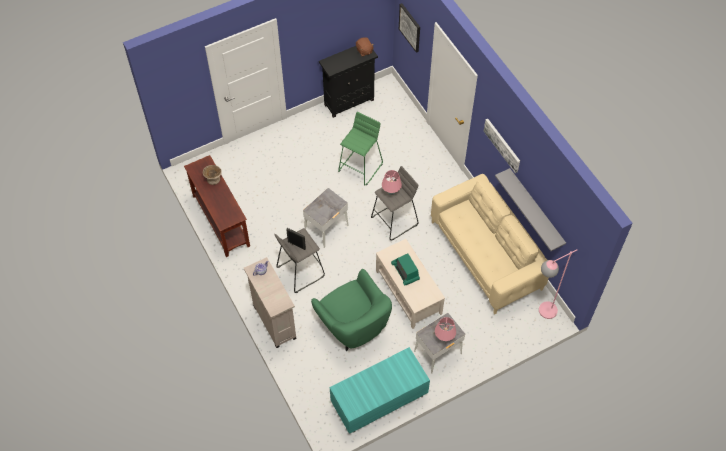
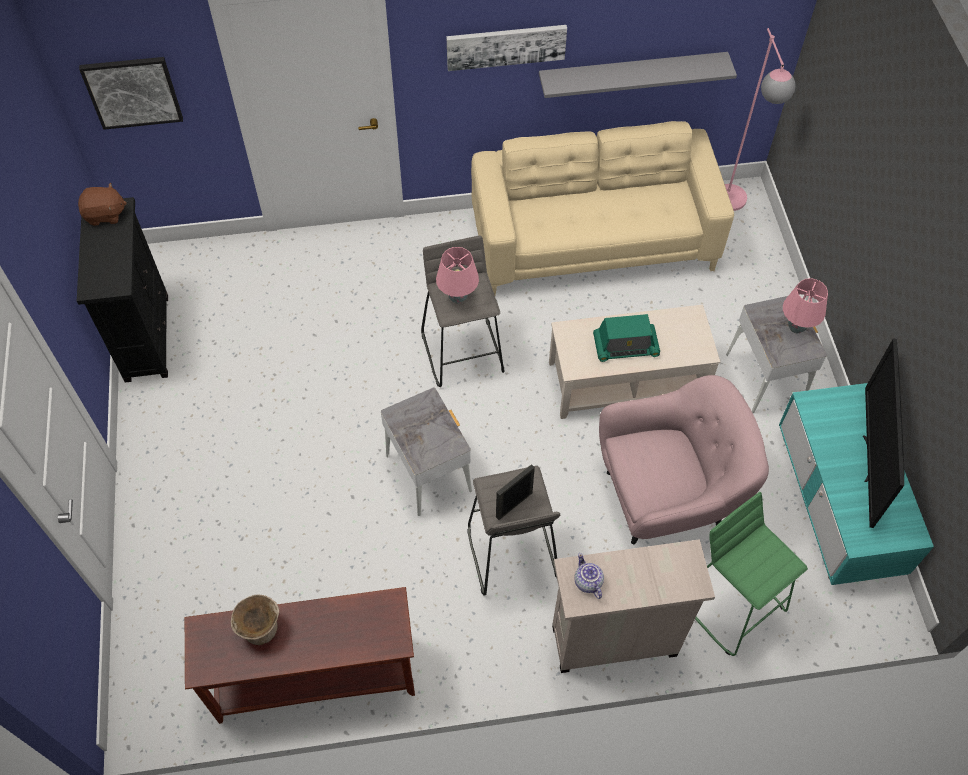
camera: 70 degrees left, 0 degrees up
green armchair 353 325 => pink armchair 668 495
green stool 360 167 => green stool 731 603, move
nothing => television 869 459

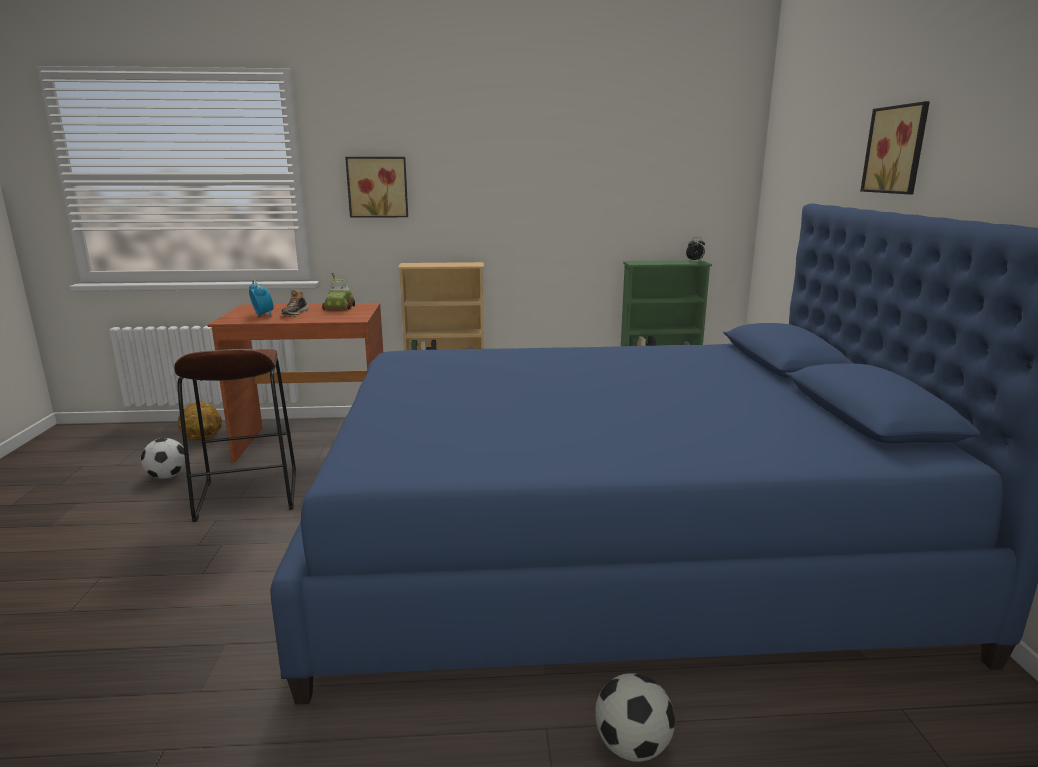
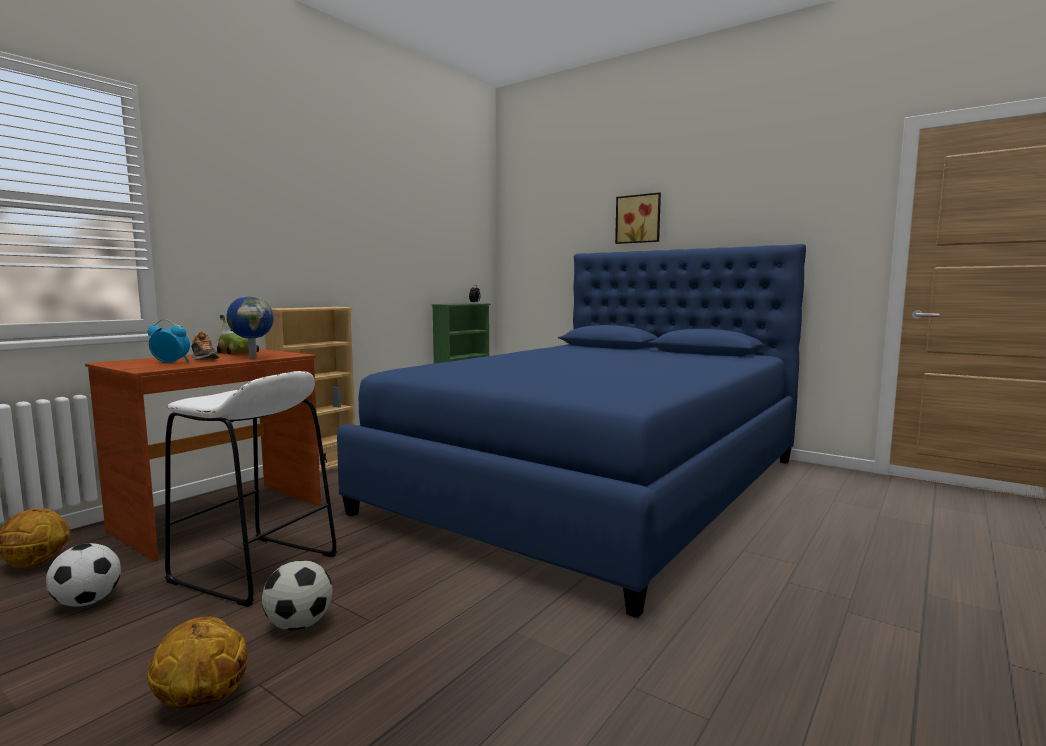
camera: 50 degrees left, 10 degrees down
brown stool 247 495 => white stool 255 569
picture 378 187 => nothing
football 632 746 => football 299 624, move
nothing => basketball 201 700
nothing => globe 253 358

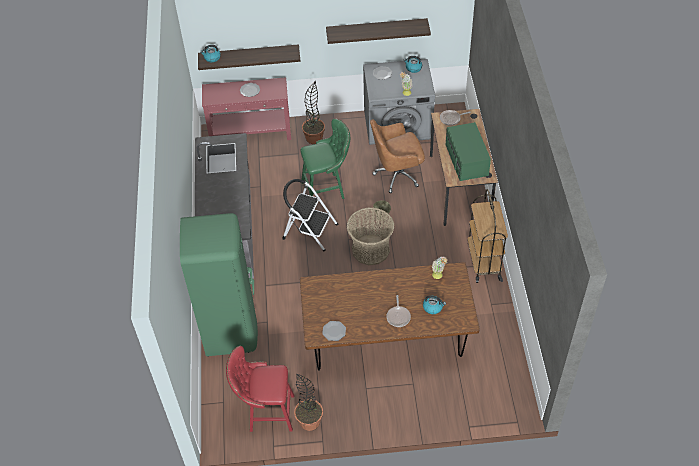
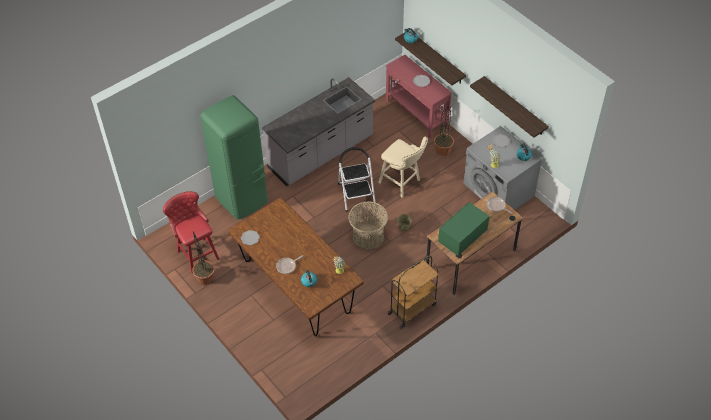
camera: 55 degrees right, 0 degrees up
green stool 328 188 => beige stool 403 184
brown office chair 397 174 => nothing

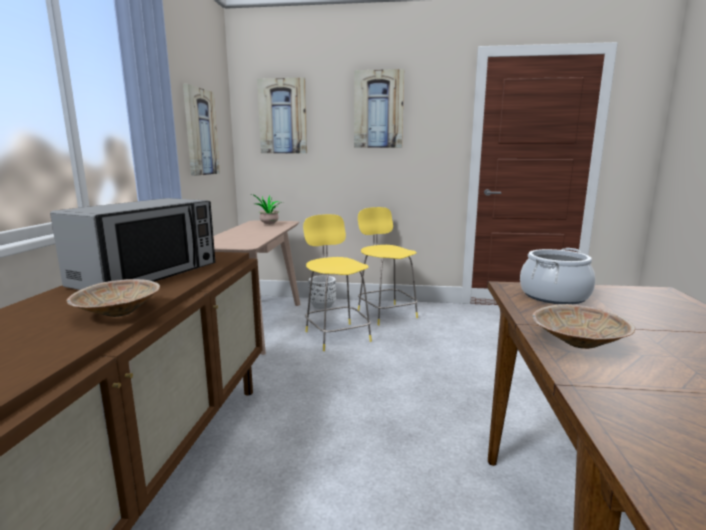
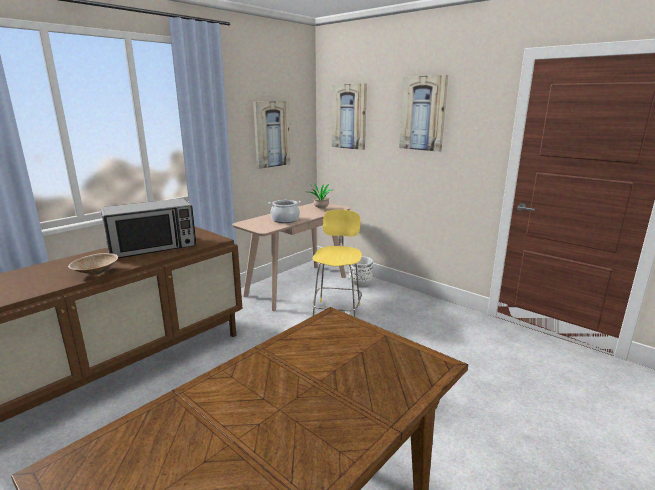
camera: 35 degrees right, 5 degrees up
yellow stool 386 313 => nothing
cooking pot 553 296 => cooking pot 285 220, move
beige bowl 577 344 => nothing

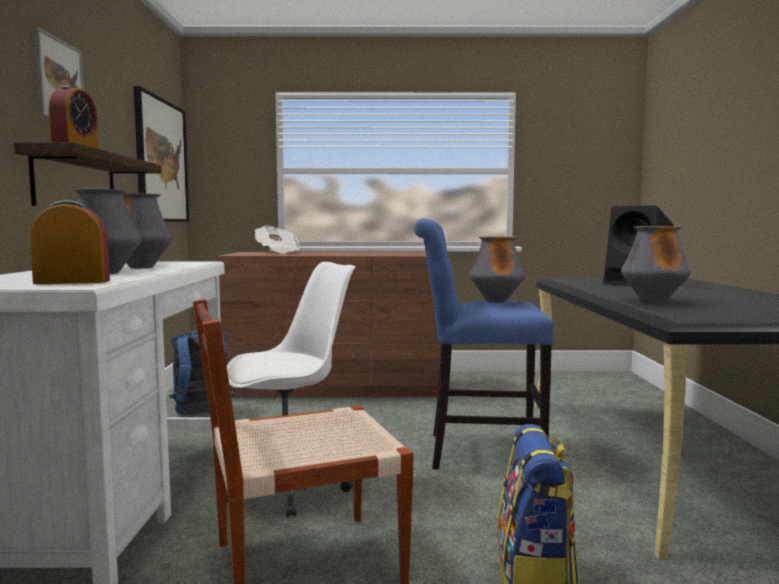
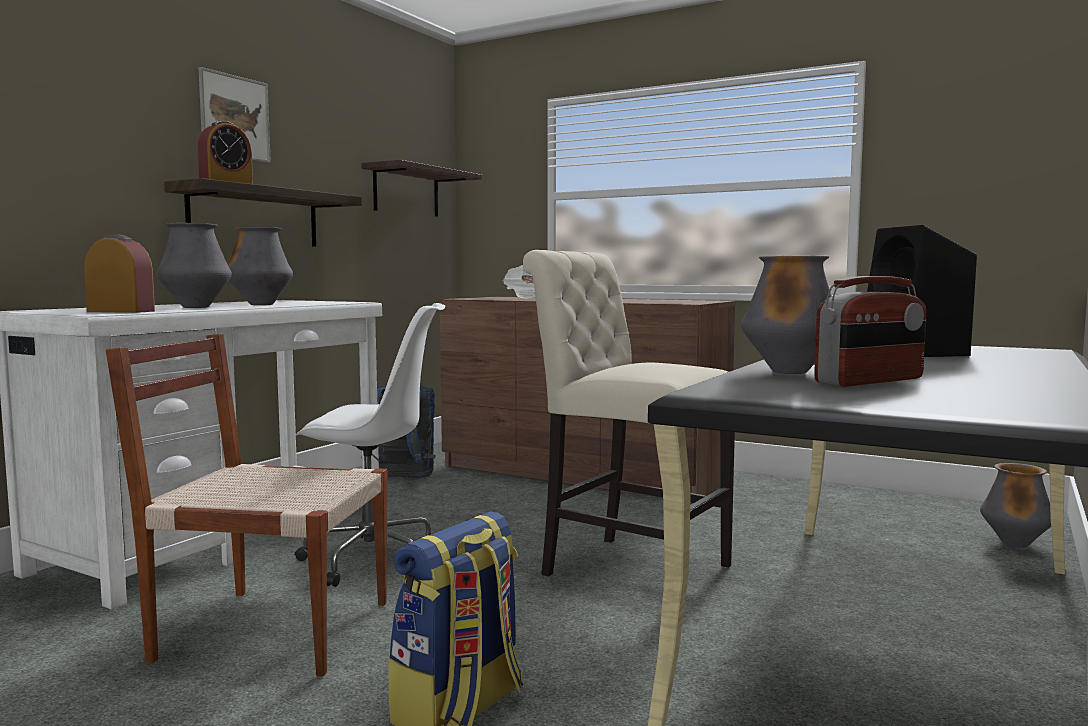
camera: 30 degrees right, 0 degrees up
picture 161 161 => shelf 406 192
blue stool 476 452 => beige stool 627 568
vase 496 301 => vase 1015 544, move
nothing => radio 870 381

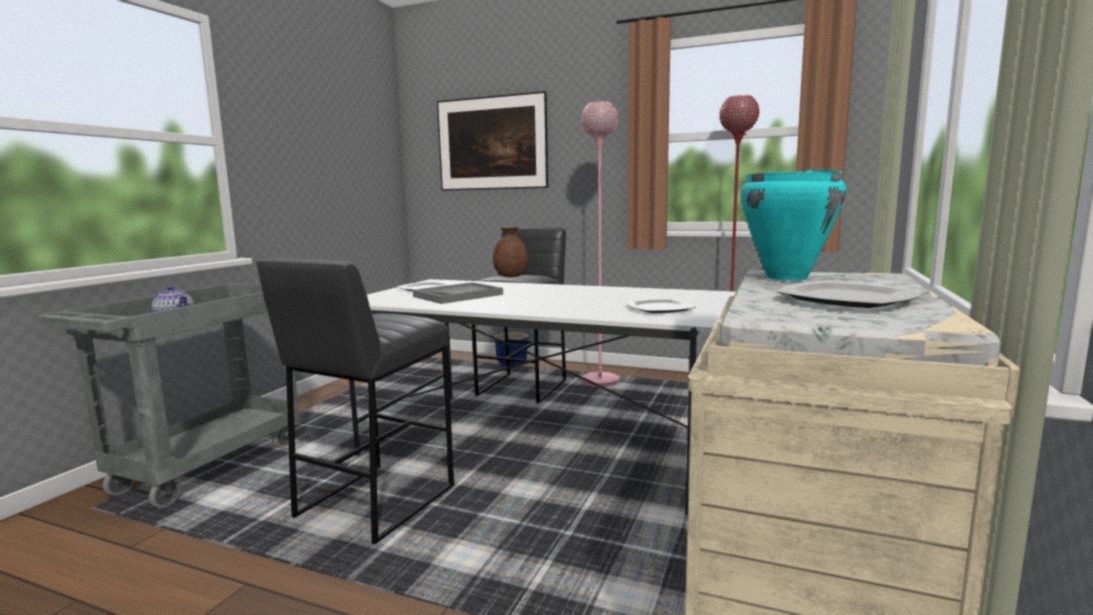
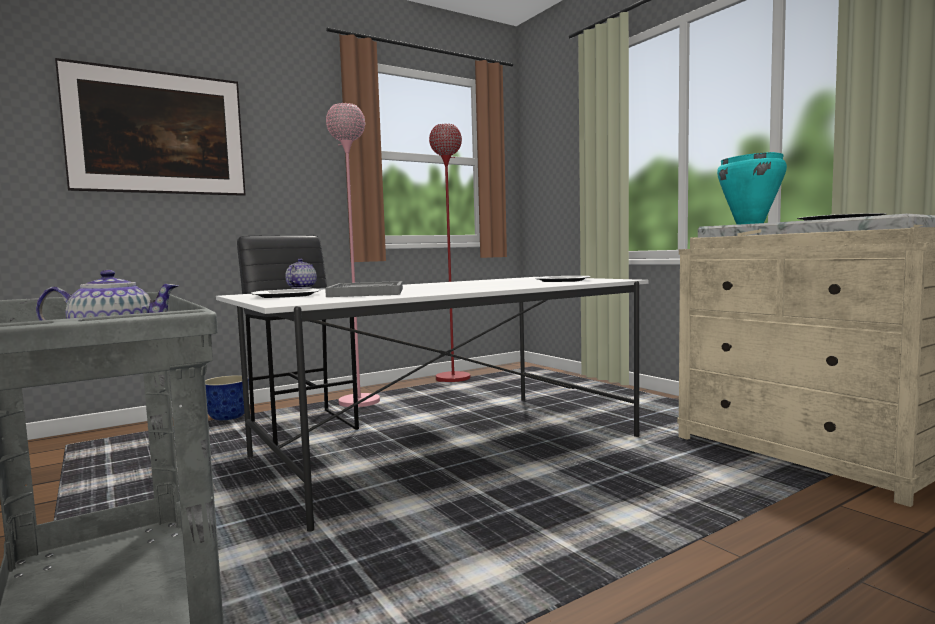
camera: 55 degrees left, 5 degrees down
grey stool 374 503 => nothing
brown vase 510 276 => teapot 301 287

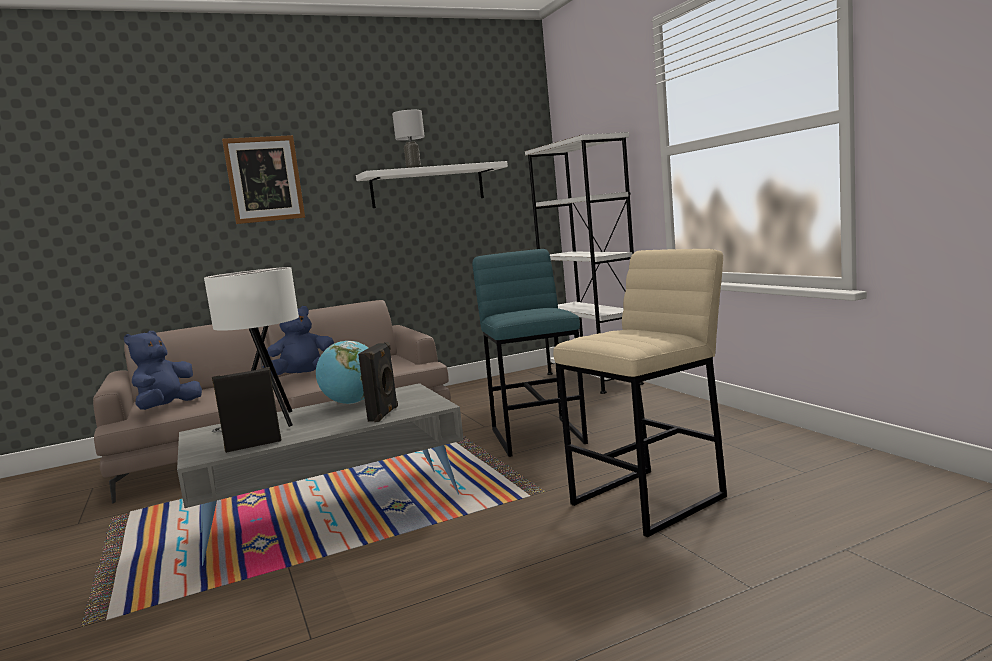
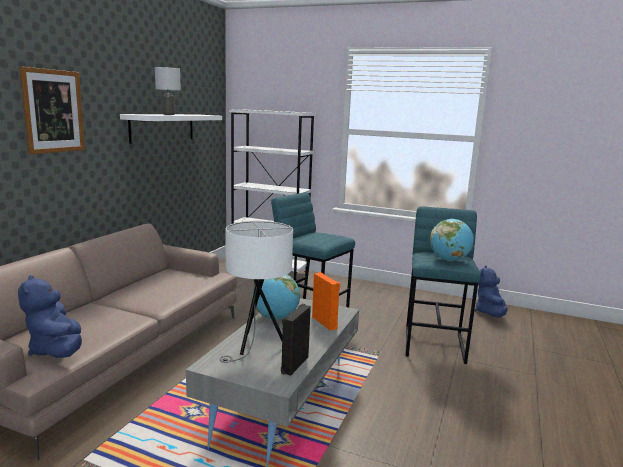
camera: 45 degrees left, 5 degrees up
blue plush toy 303 376 => blue plush toy 490 313, move
black speaker 384 414 => orange speaker 325 322
beige stool 650 499 => turquoise stool 434 343
nothing => globe 449 260

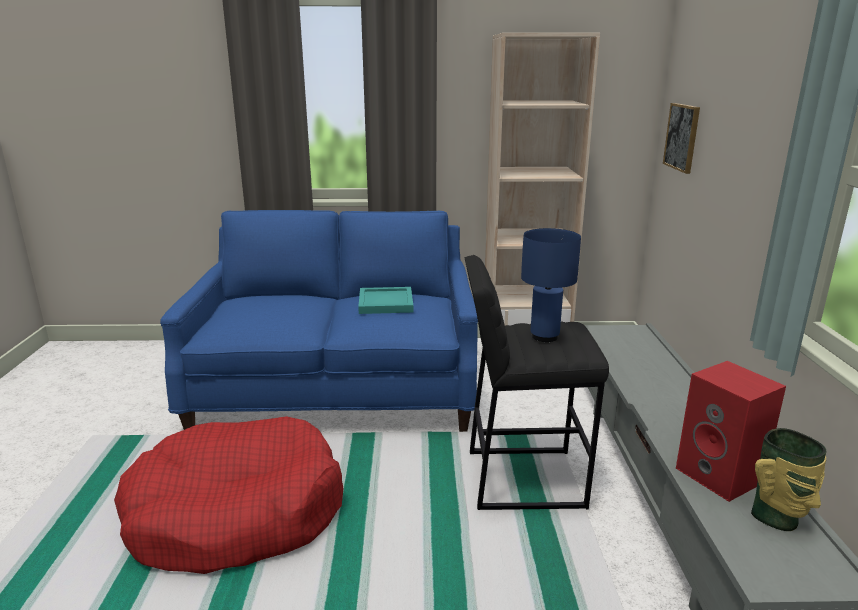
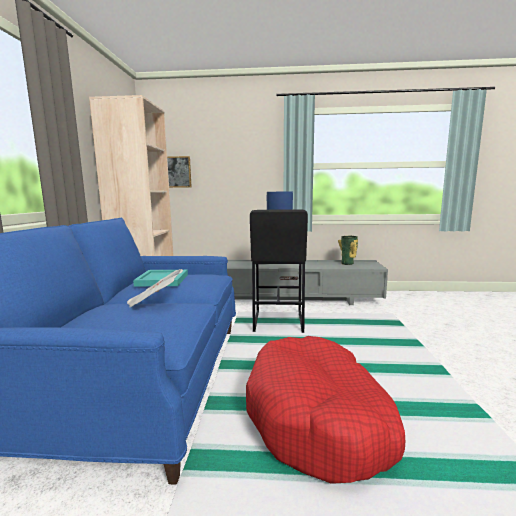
camera: 85 degrees left, 10 degrees down
red speaker 721 476 => nothing
nothing => newspaper 154 302

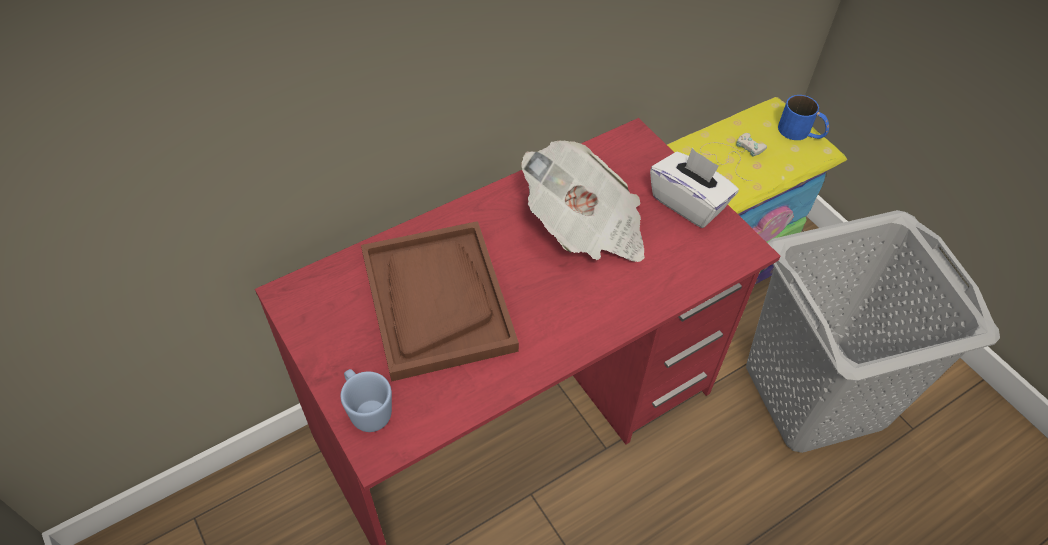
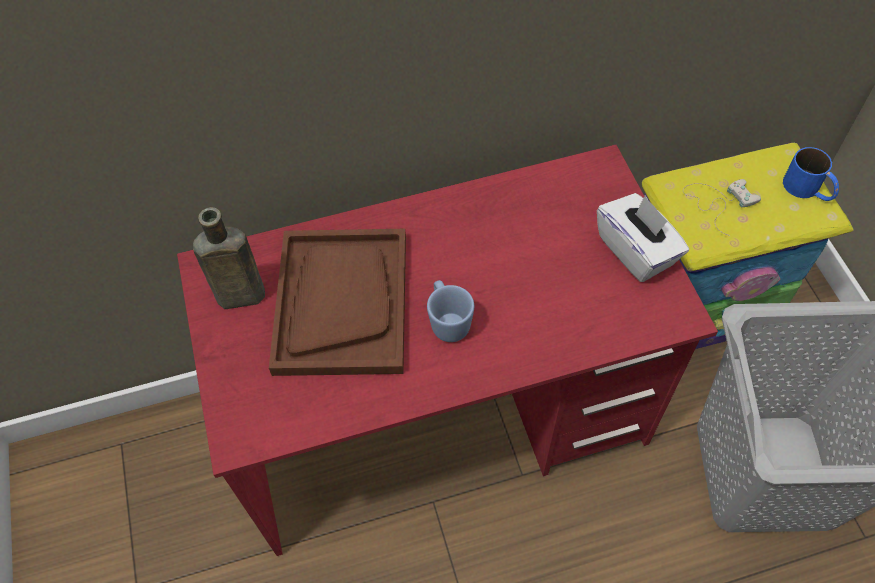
camera: 20 degrees right, 5 degrees up
blue mug 367 410 => blue mug 448 321, move
newspaper 585 227 => nothing
nothing => brown bottle 237 297

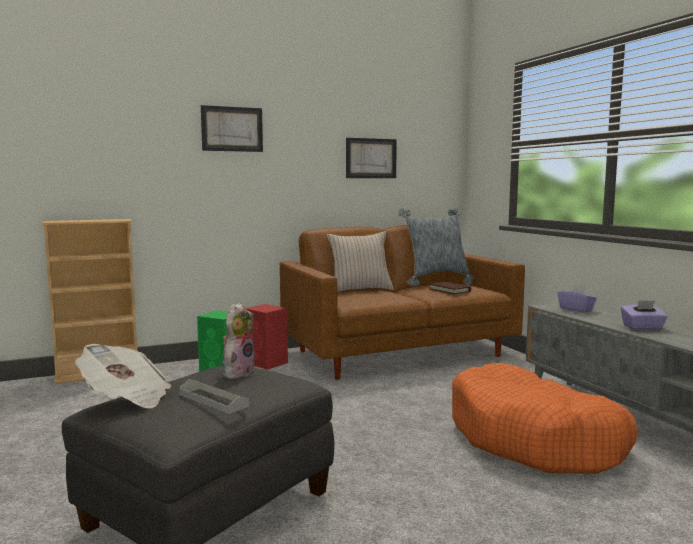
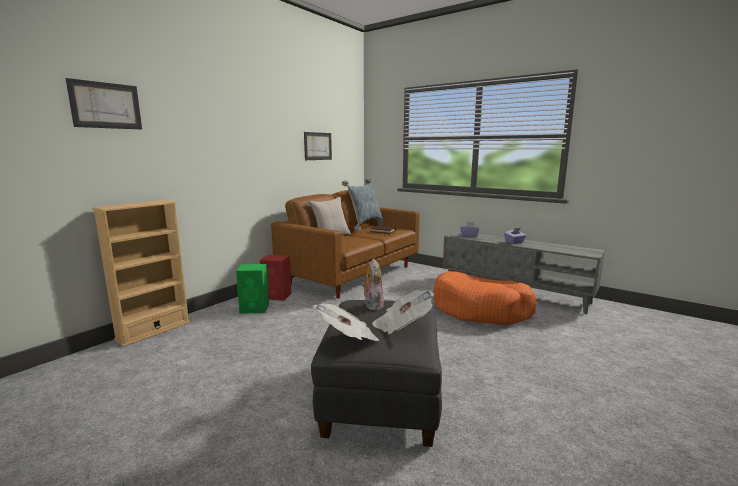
camera: 30 degrees left, 5 degrees up
grey tray 213 400 => newspaper 402 325
picture 232 129 => picture 106 105, move

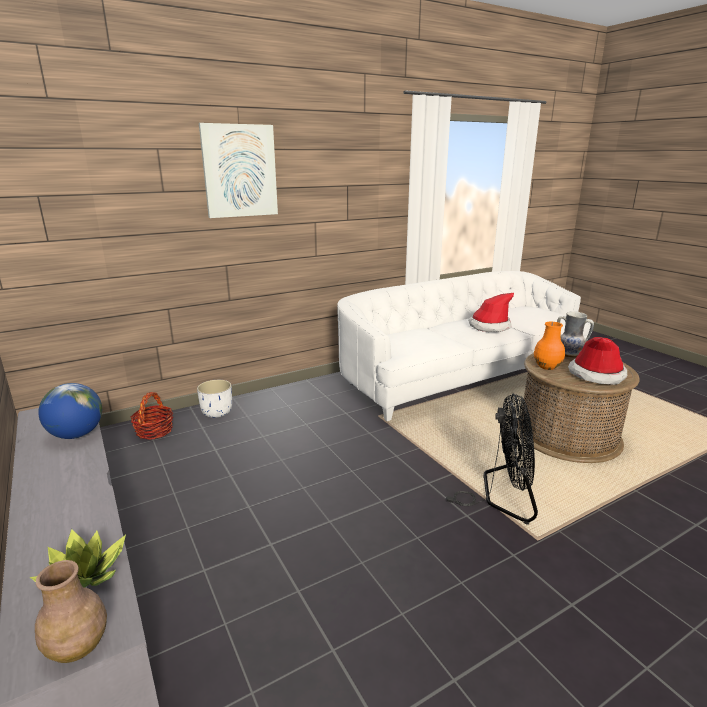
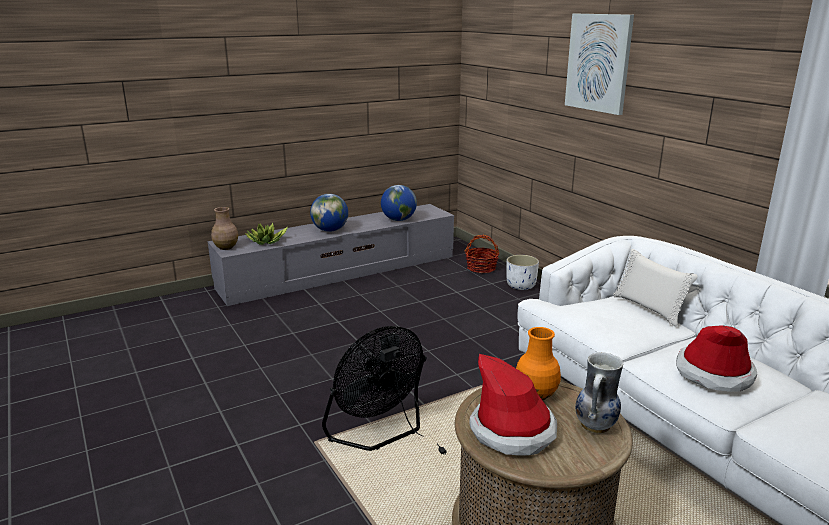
camera: 90 degrees right, 0 degrees up
black fan 500 492 => black fan 390 432, 135 degrees clockwise
nothing => globe 330 230
nothing => white pillow 649 309

